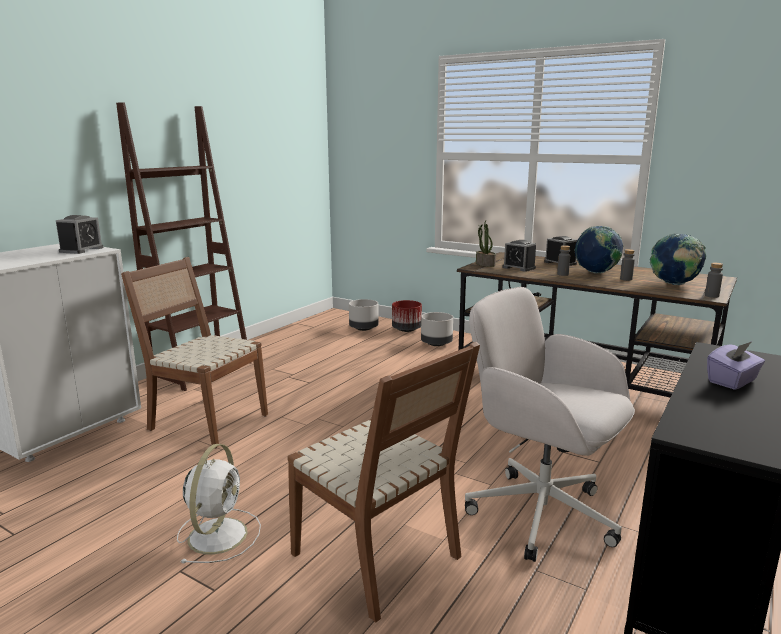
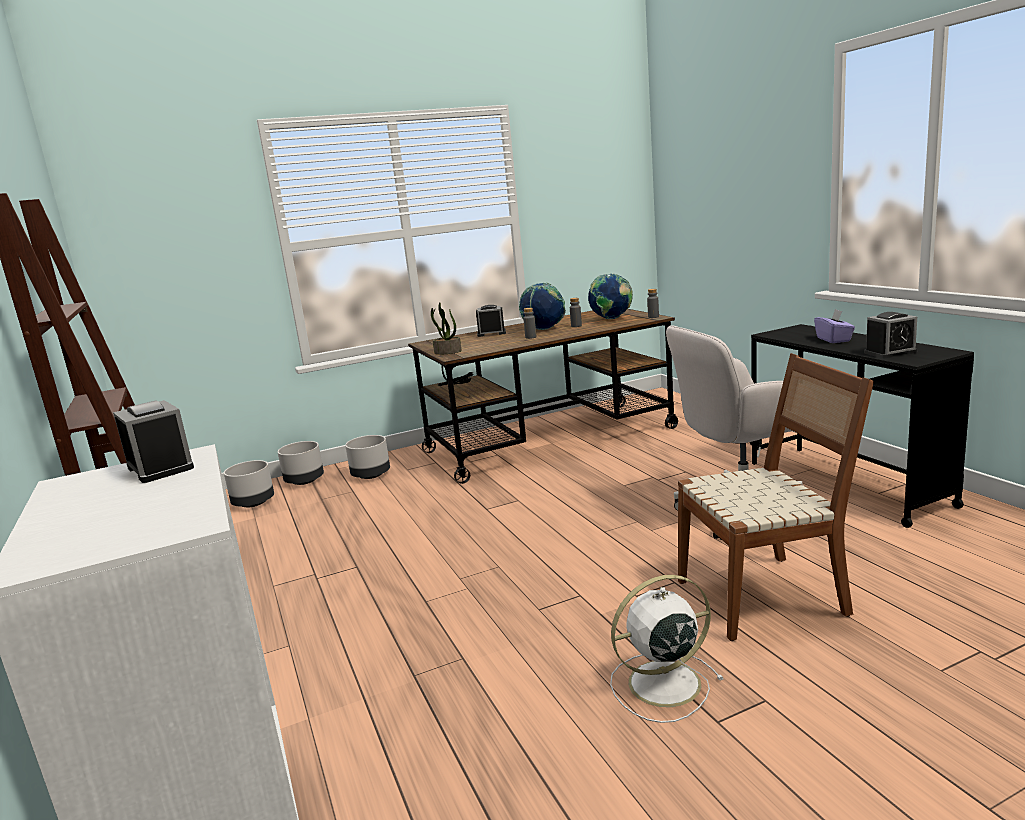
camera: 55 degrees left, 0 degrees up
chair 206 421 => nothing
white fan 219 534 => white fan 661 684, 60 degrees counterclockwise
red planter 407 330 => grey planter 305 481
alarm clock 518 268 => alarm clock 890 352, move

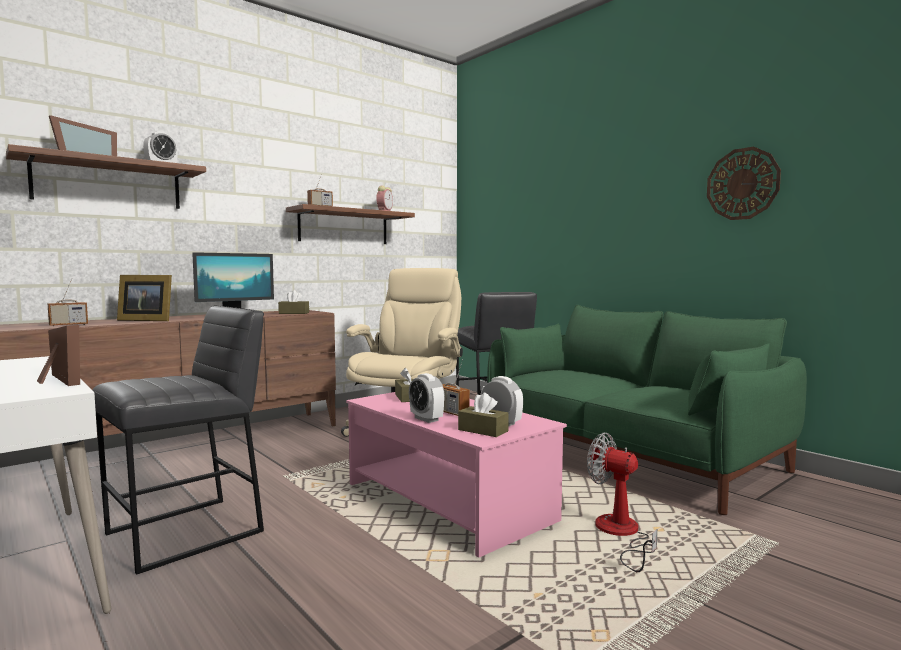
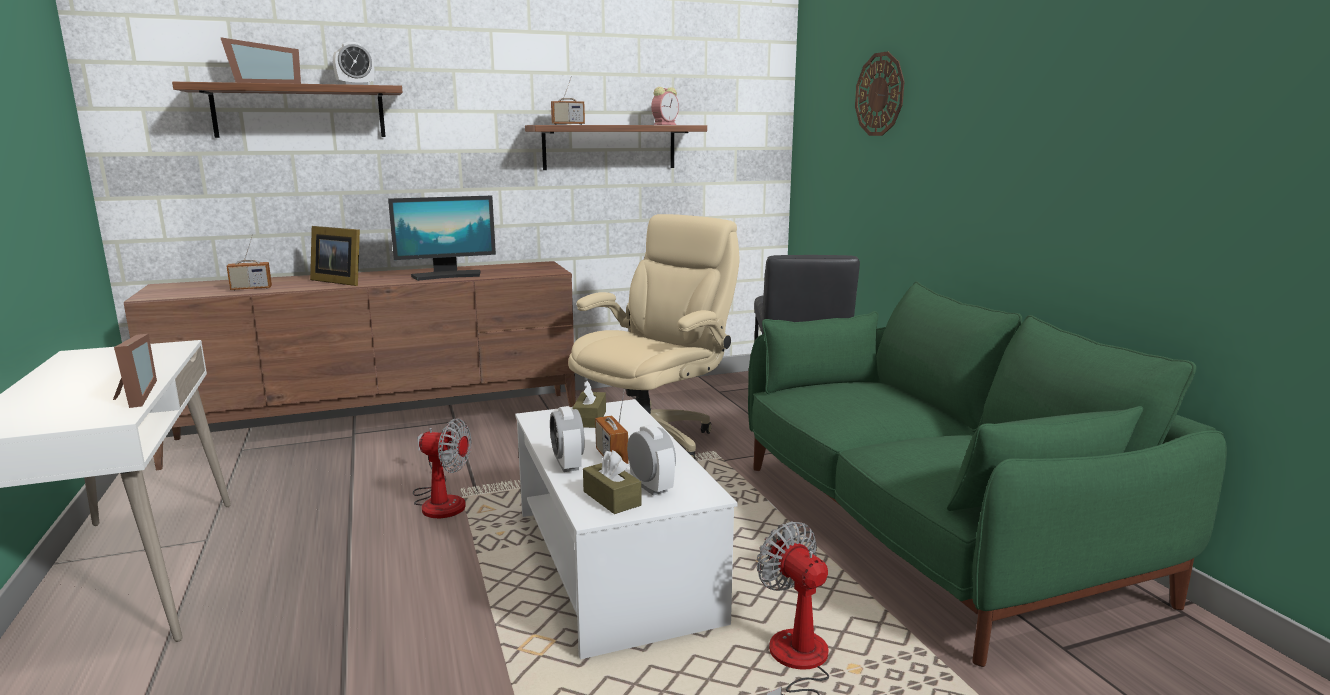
camera: 20 degrees right, 10 degrees up
grey stool 187 532 => nothing
brown tissue box 294 313 => nothing
pink coffee table 448 502 => white coffee table 614 564
wall clock 742 184 => wall clock 880 94, move
nothing => fan 440 501

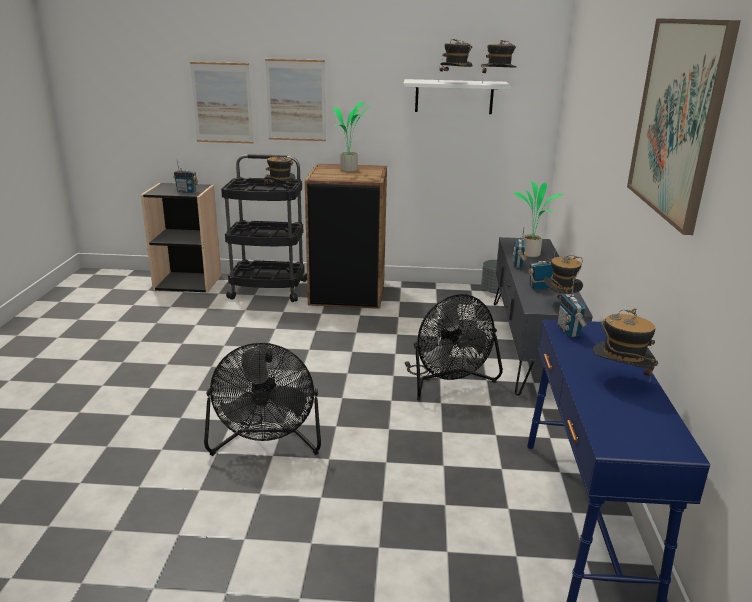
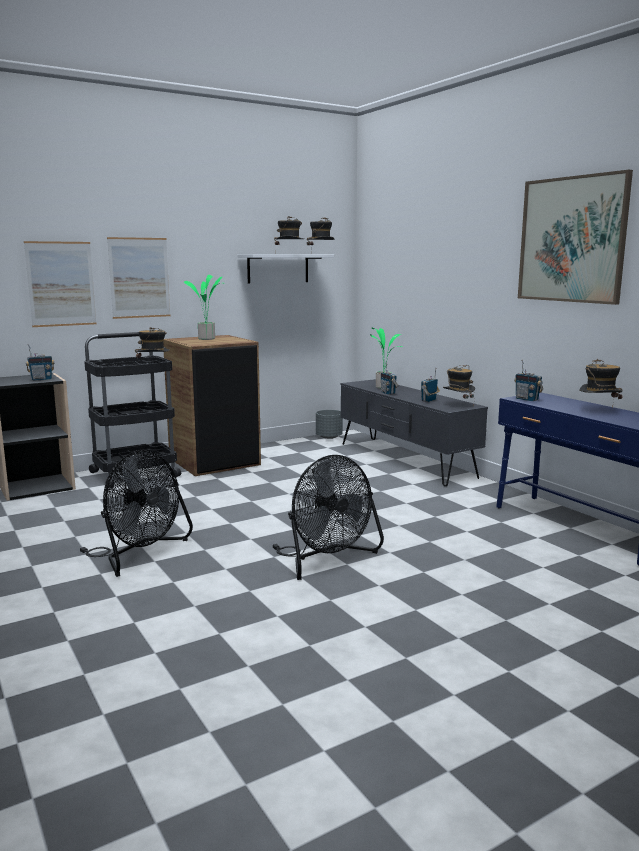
camera: 35 degrees left, 10 degrees down
black fan 445 382 => black fan 136 554, move

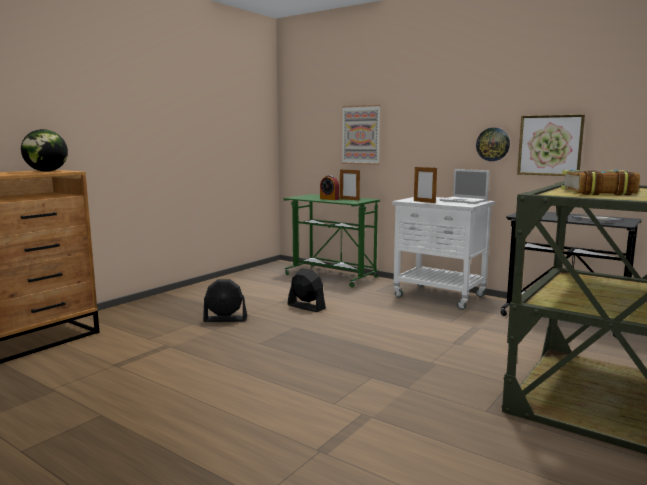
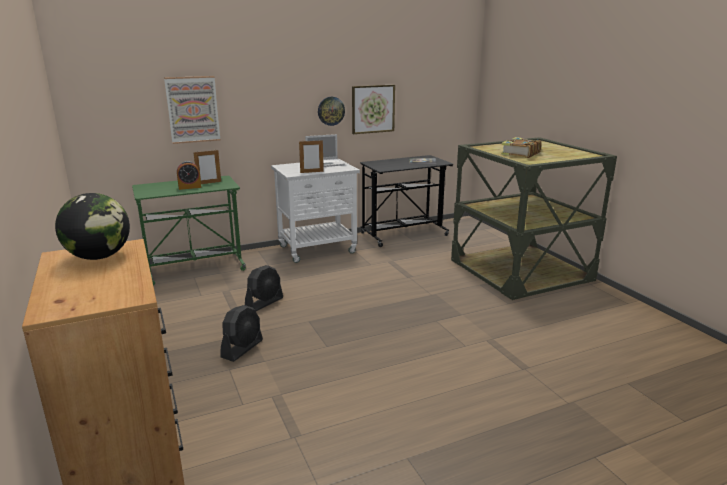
camera: 60 degrees left, 10 degrees up
black fan 306 307 => black fan 264 303, 150 degrees clockwise

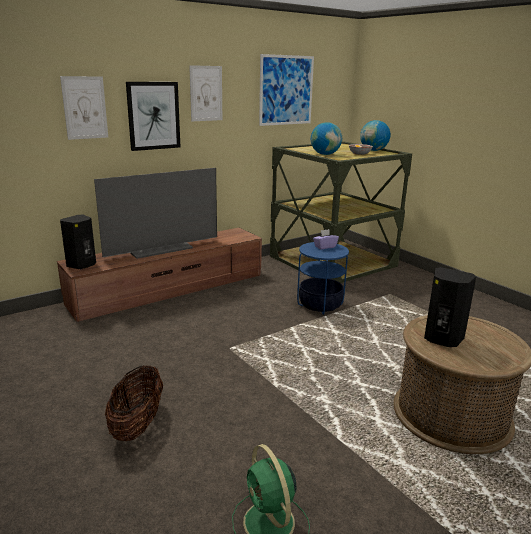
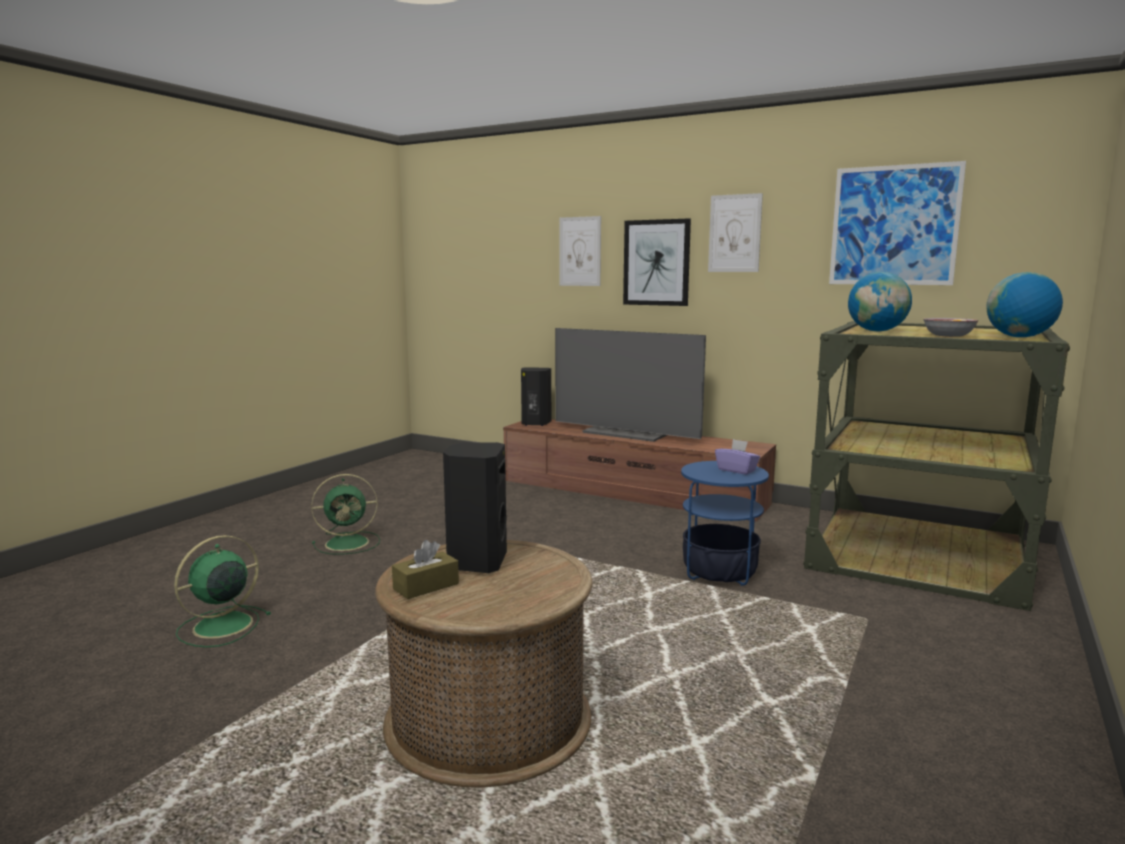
camera: 65 degrees right, 10 degrees down
basket 137 424 => green fan 349 543
nothing => brown tissue box 426 586

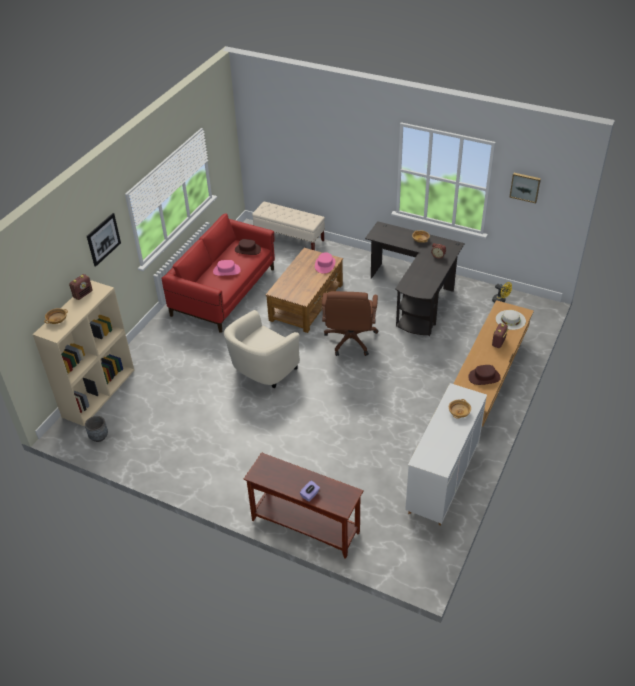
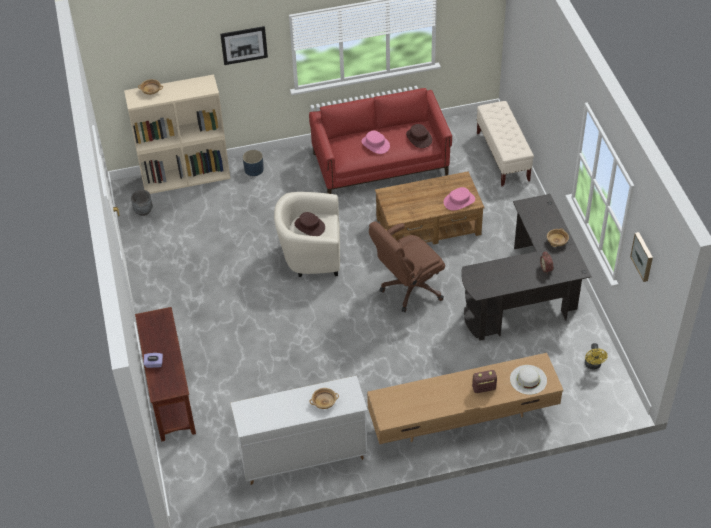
camera: 50 degrees right, 5 degrees up
radio 83 294 => nothing
brown hat 484 377 => brown hat 309 226, move
nothing => blue planter 254 169

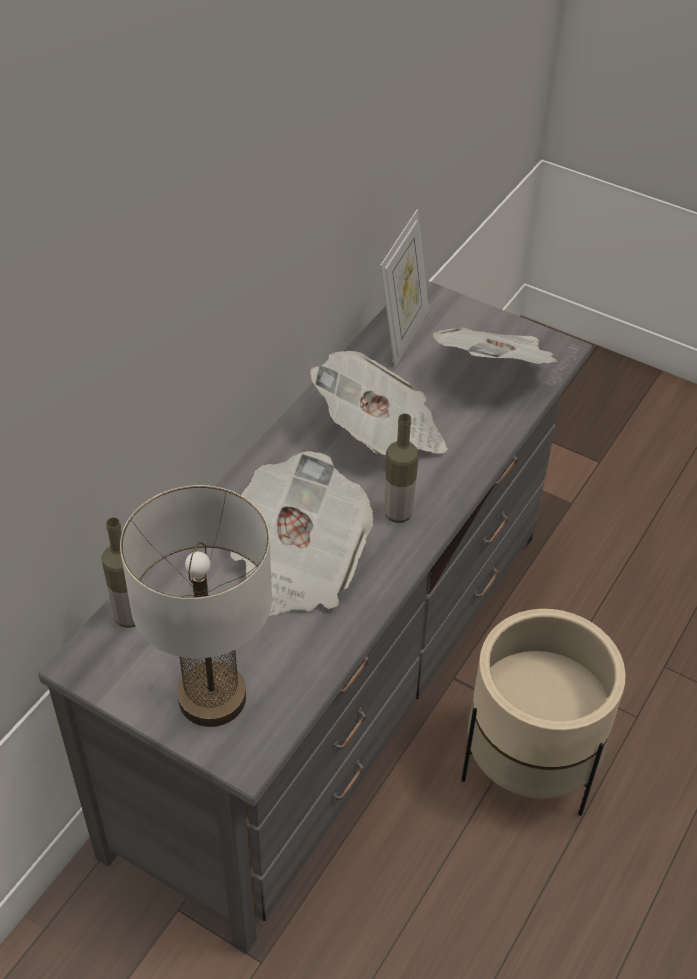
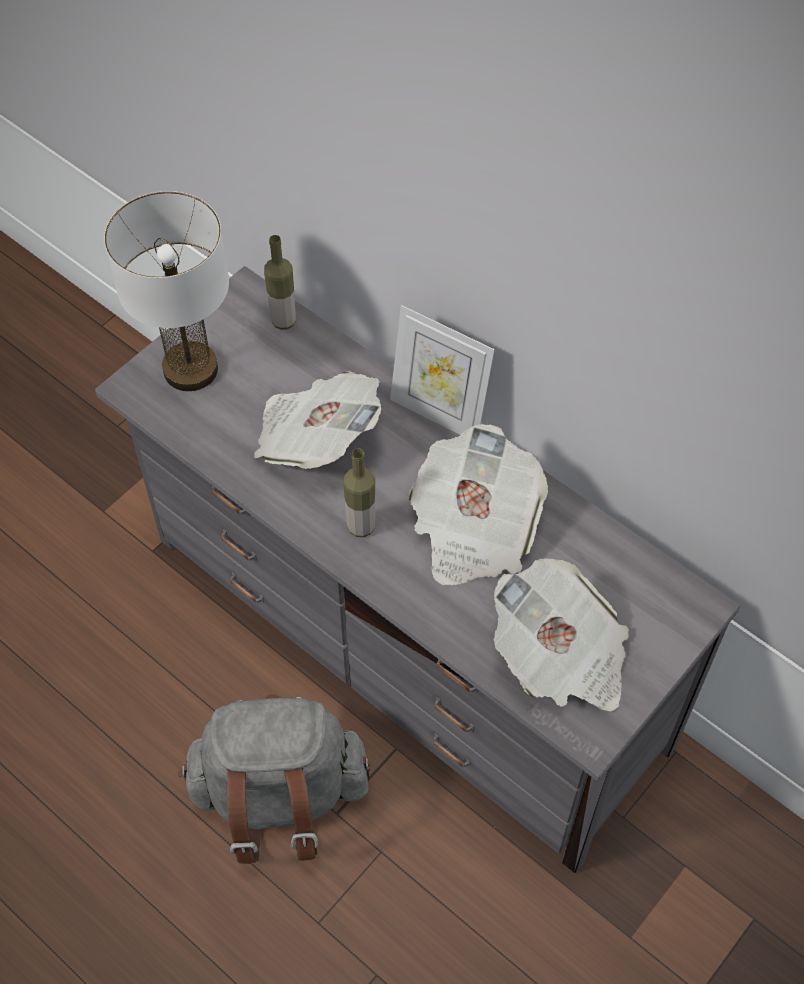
camera: 100 degrees right, 10 degrees up
picture frame 403 335 => picture frame 438 413, move
beige planter 528 768 => grey backpack 279 795

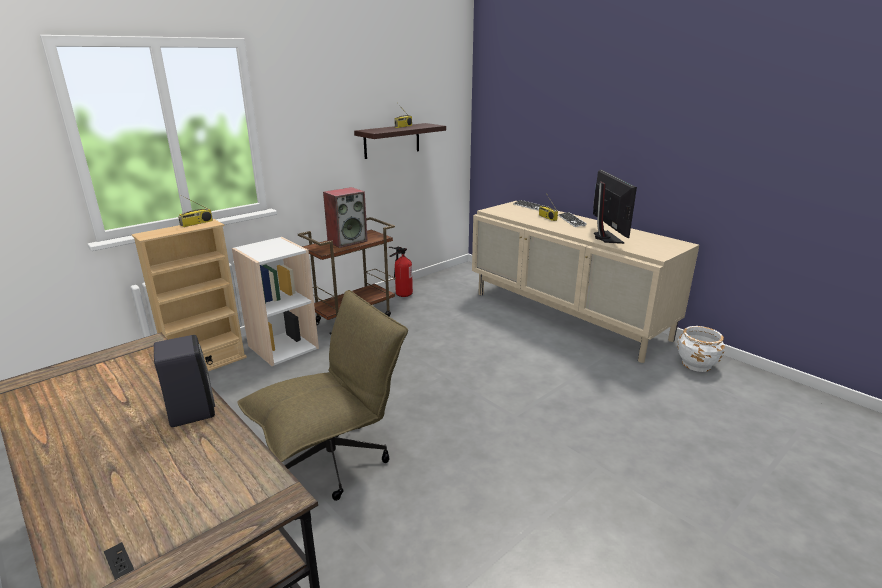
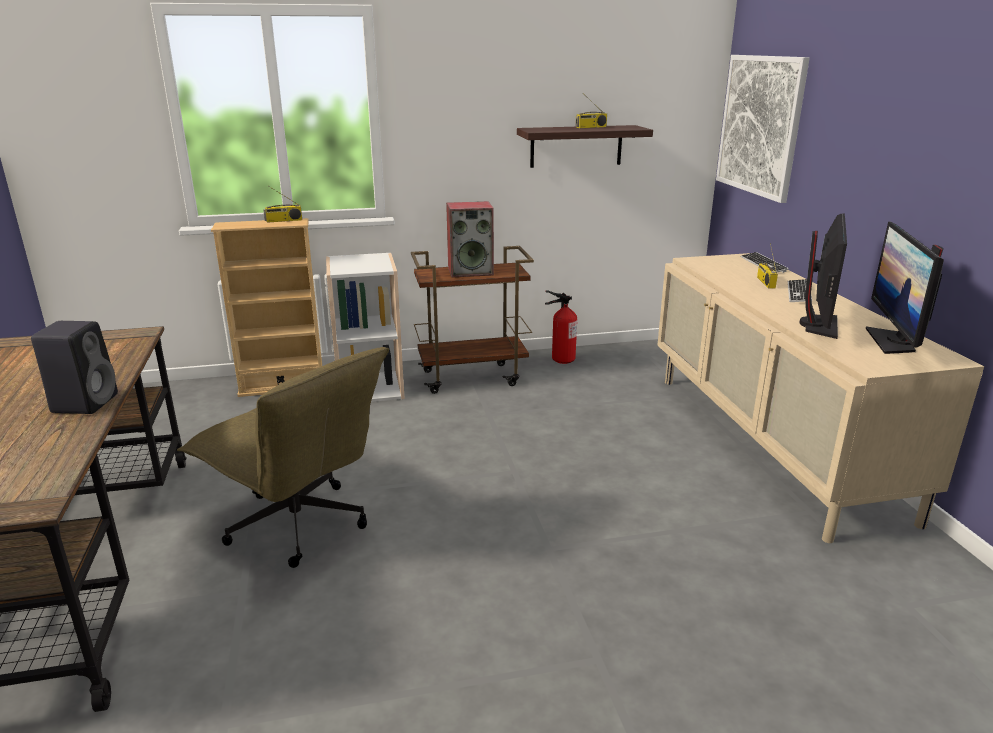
camera: 30 degrees right, 0 degrees up
beige office chair 330 460 => beige office chair 295 522, 45 degrees clockwise
white planter 696 364 => nothing
nothing => picture 760 125
nothing => monitor 893 341

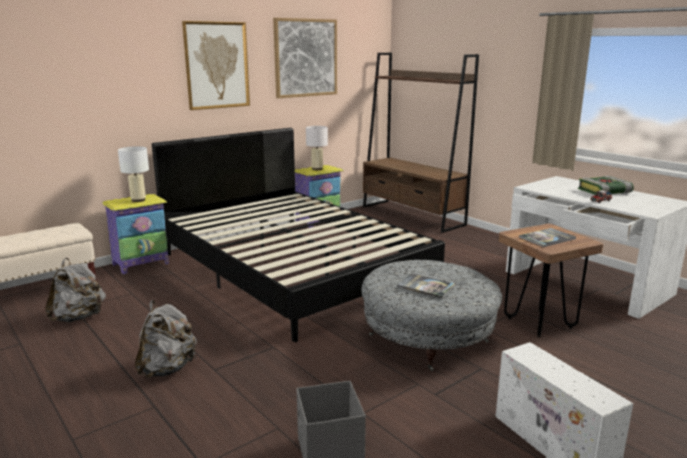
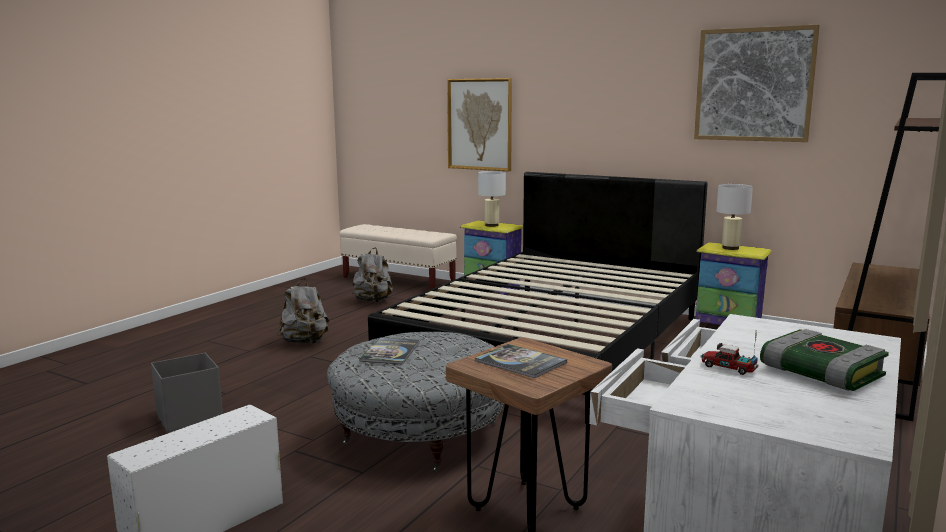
camera: 70 degrees right, 5 degrees down
picture 216 65 => picture 479 124, move

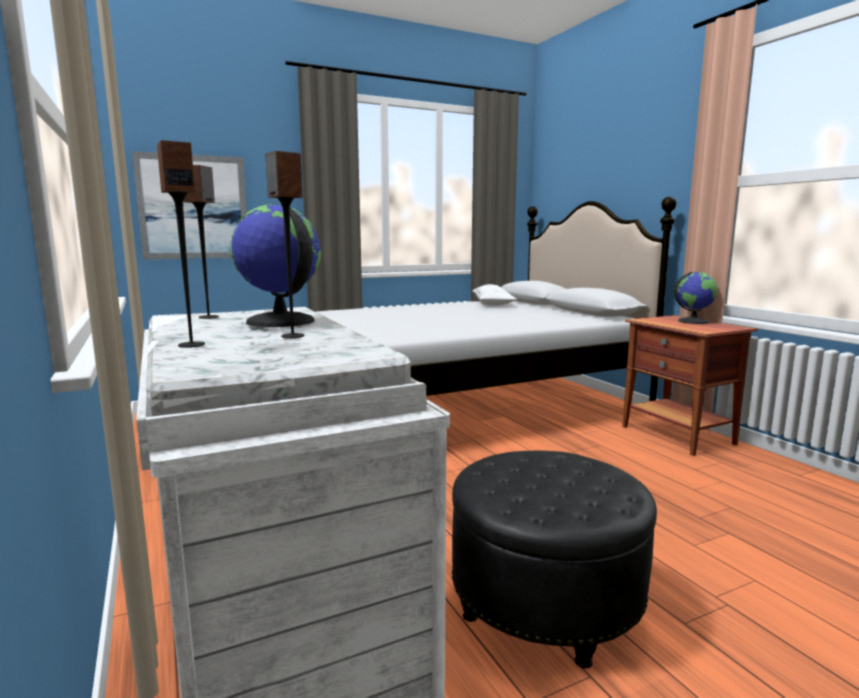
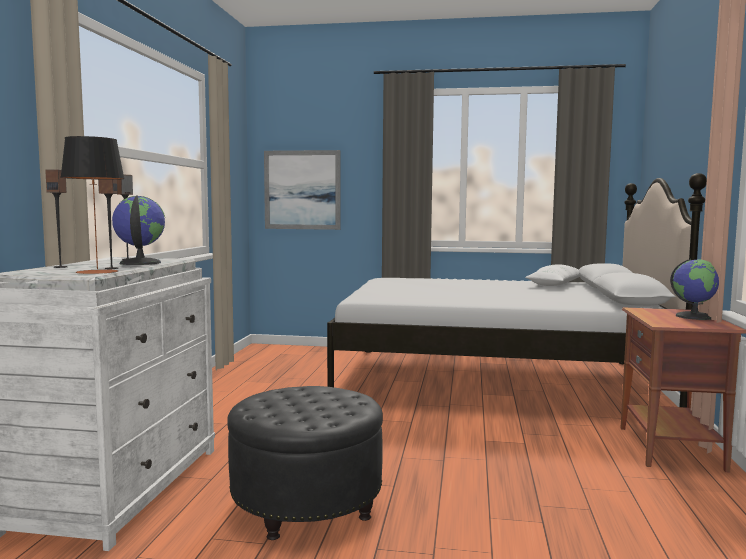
camera: 35 degrees right, 5 degrees down
nothing => table lamp 97 272

